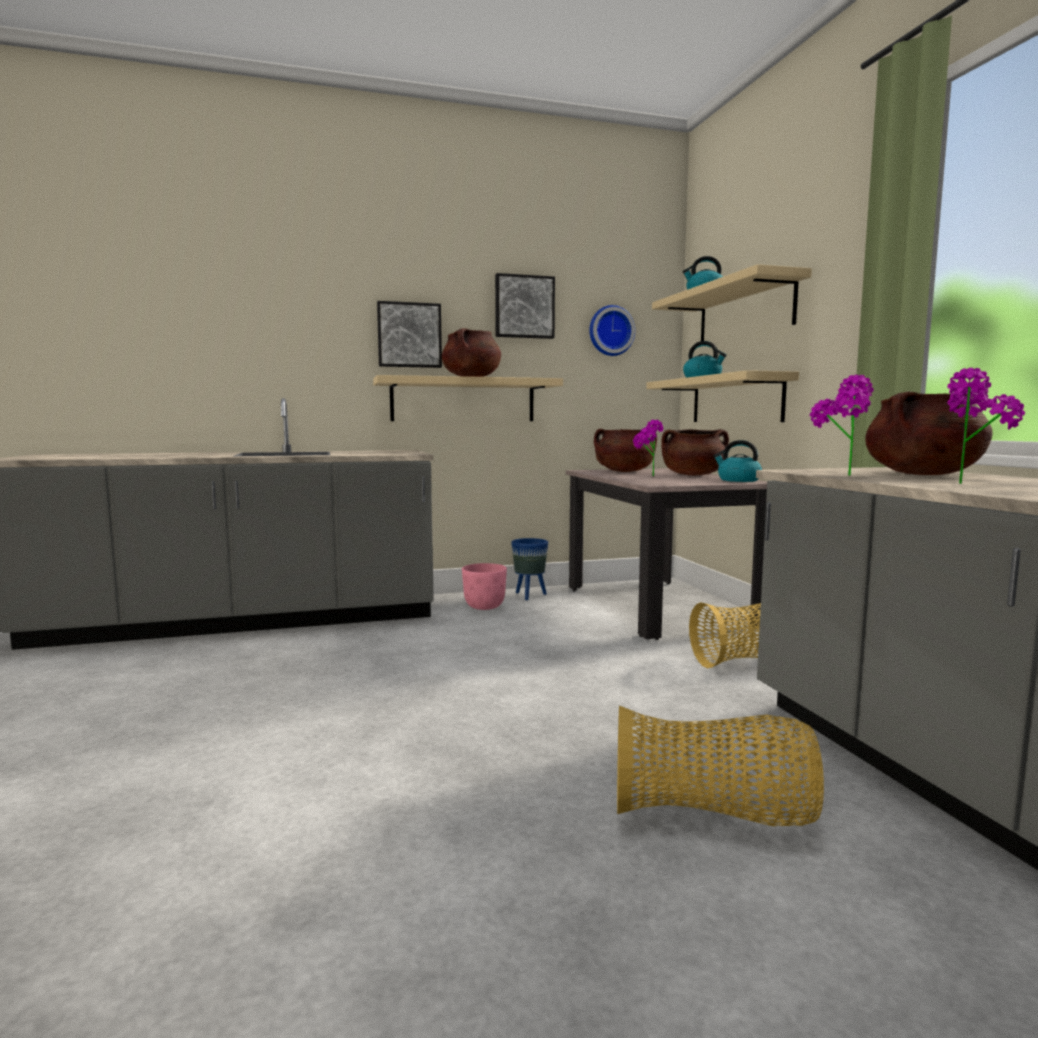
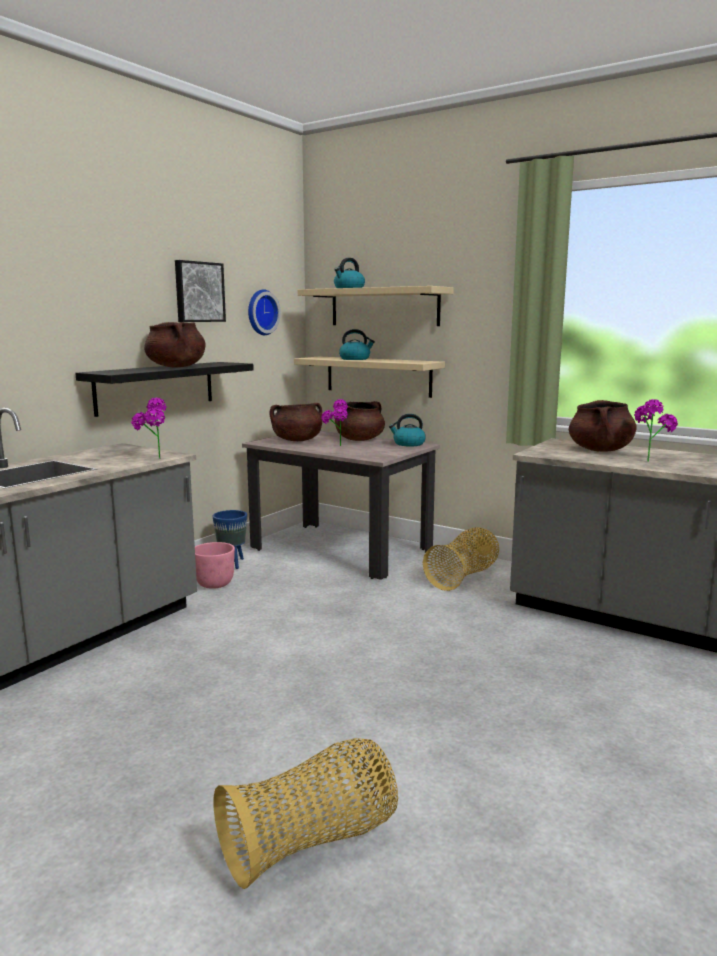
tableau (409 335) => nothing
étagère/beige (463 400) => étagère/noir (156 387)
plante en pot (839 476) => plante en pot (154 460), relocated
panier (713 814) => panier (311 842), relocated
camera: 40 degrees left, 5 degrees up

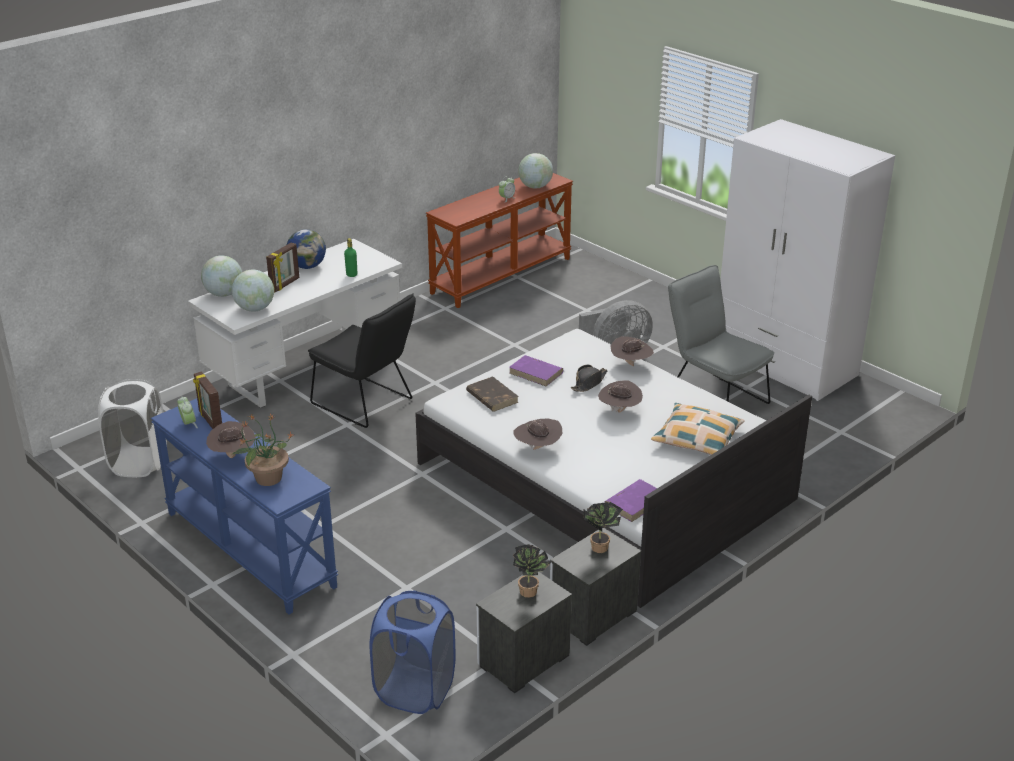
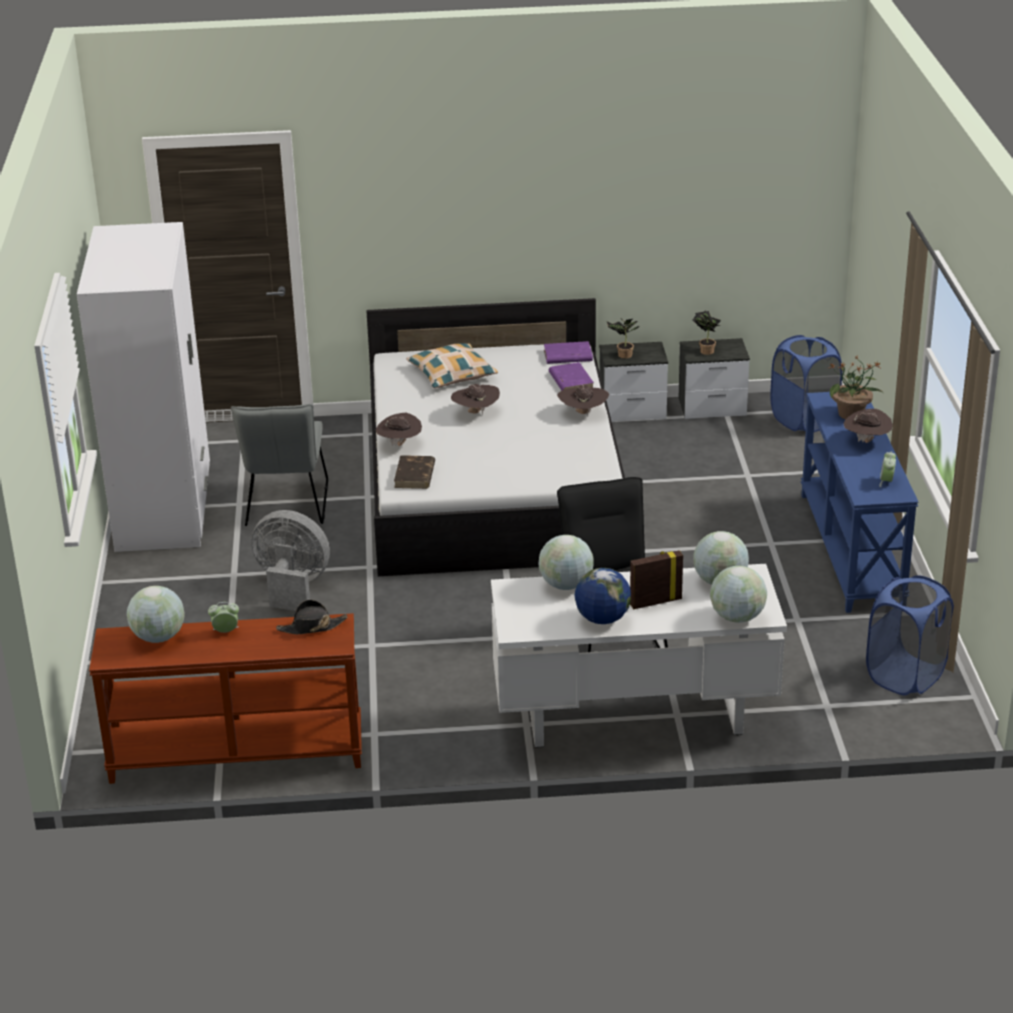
bouteille/vert (351 274) => globe (566 585)
livre/violet (536 373) => livre/violet (570 381), relocated
chapeau/noir (589 383) => chapeau/noir (312 627), relocated
cadre photo (210 421) => nothing
livre/marron (491 397) => livre/marron (414 475), relocated
panier à linge/blanc (139 462) => panier à linge/bleu (905 676)
camera: 140 degrees left, 0 degrees up

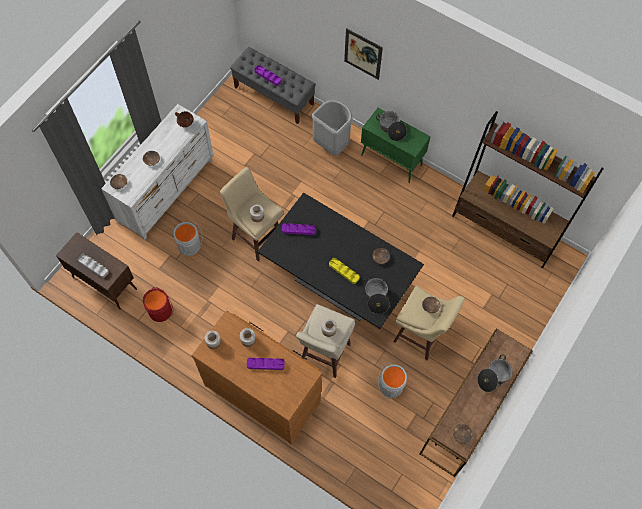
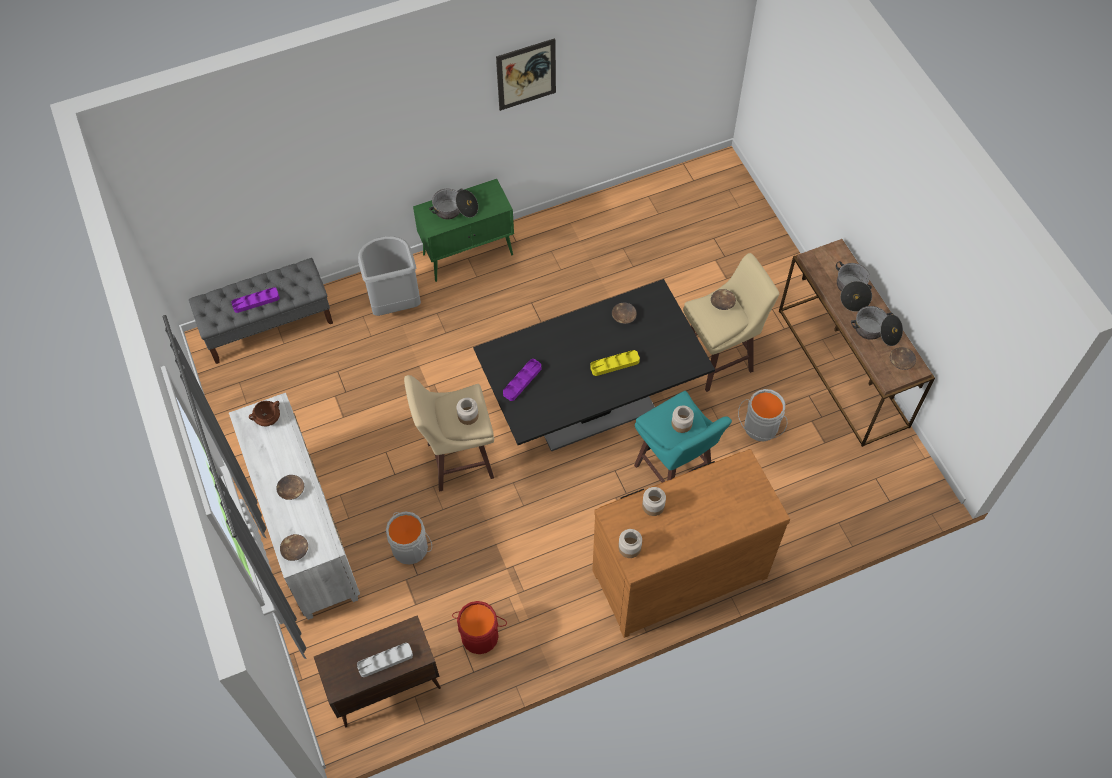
tableau (363 54) => tableau (526 74), relocated
bibliothèque/marron (504 230) => nothing
marmite (376 298) => marmite (876 331), relocated
tabouret/beige (324 354) => tabouret/turquoise (674 475)
plateau/violet (265 364) => nothing
camera: 55 degrees left, 5 degrees down

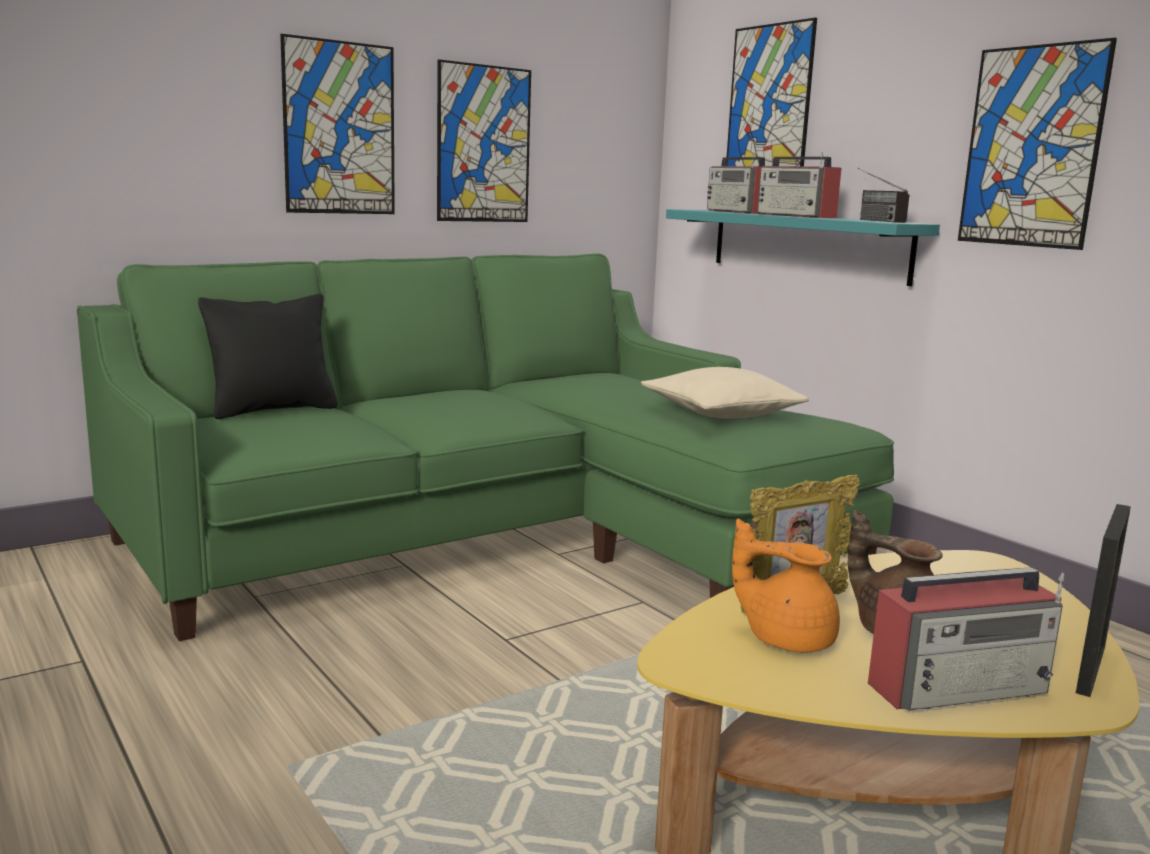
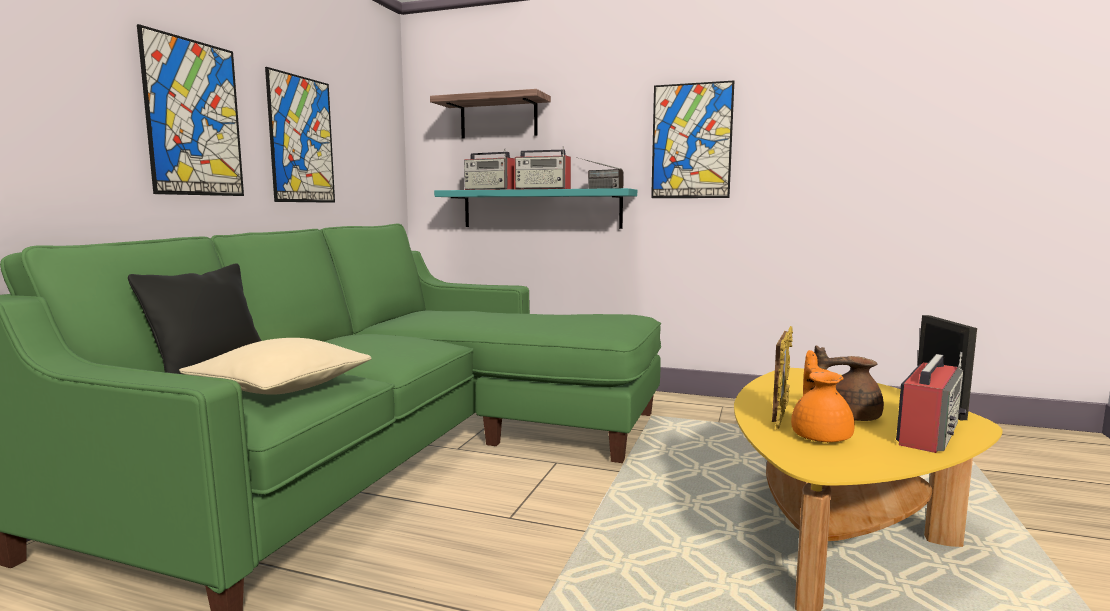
tableau (769 104) => étagère (498 118)
coussin/beige (721 413) => coussin/beige (281 387), relocated
théière/orange (786 638) => théière/orange (820 435), 105 degrees clockwise
camera: 35 degrees left, 5 degrees down

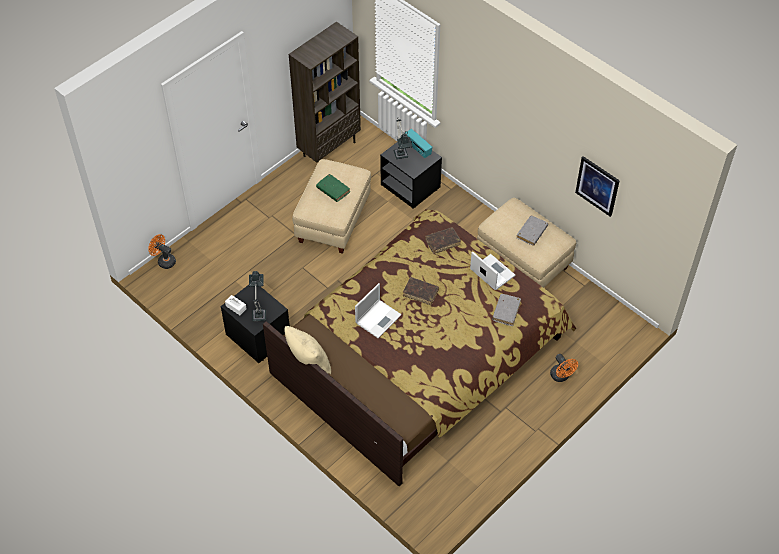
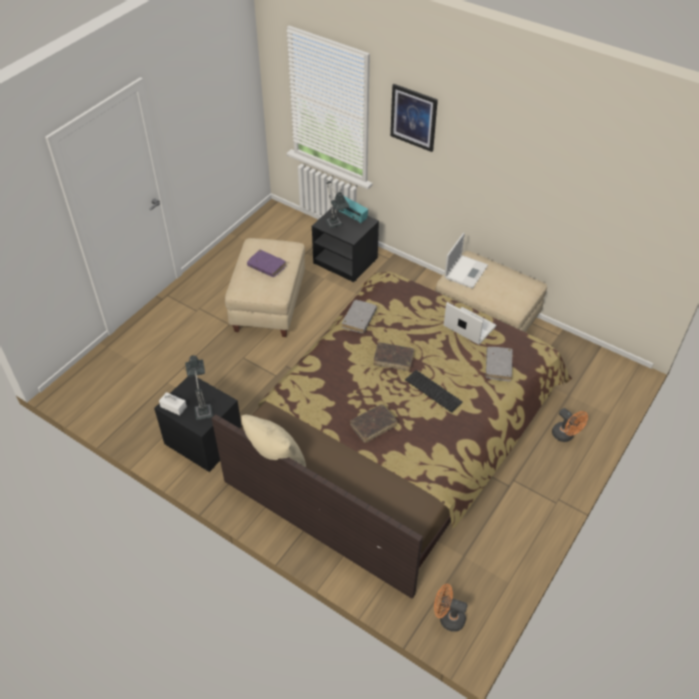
bibliothèque/marron (329 148) => nothing
tableau (597 186) => tableau (413 117), relocated
livre/vert (333 190) => livre/violet (266 266)
livre/gris (531 233) => livre/gris (359 319), relocated
livre/marron (442 242) => livre/marron (373 426), relocated
ventilateur/orange (164 261) => ventilateur/orange (448 618), relocated
ordinateur portable (378 318) => ordinateur portable (466 271), relocated
nothing => clavier (433 391)
camera: 10 degrees left, 5 degrees down

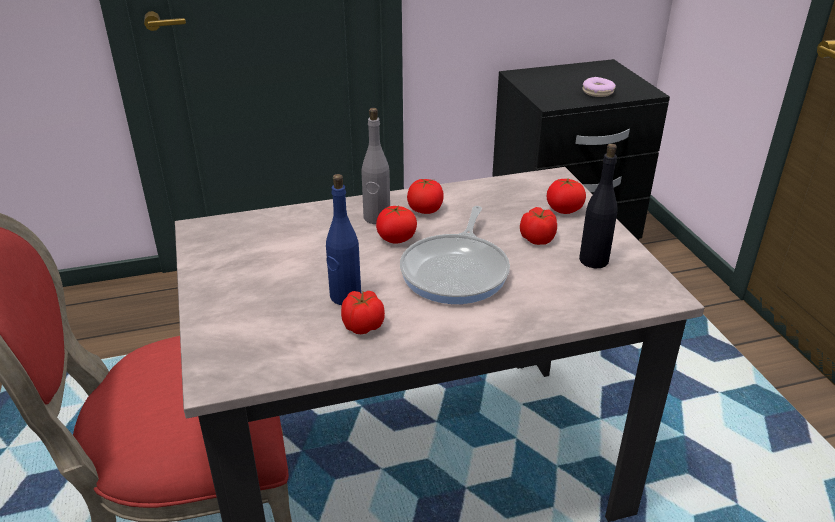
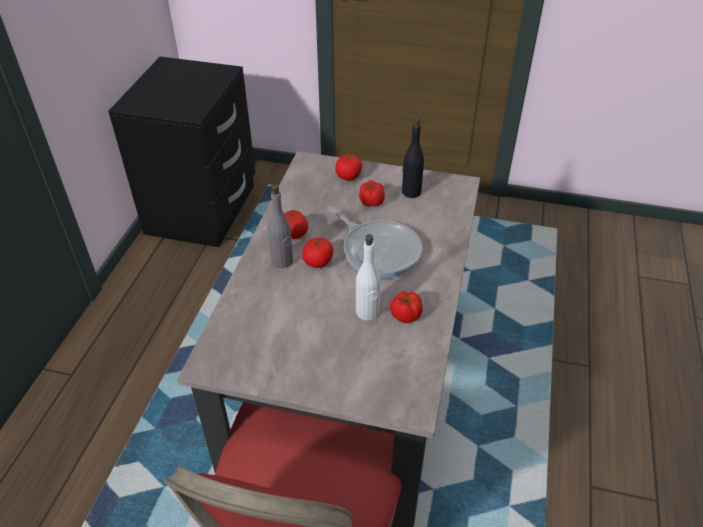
beignet (598 92) => nothing
bouteille/bleu (345 296) => bouteille/blanc (367 312)
camera: 60 degrees left, 10 degrees up

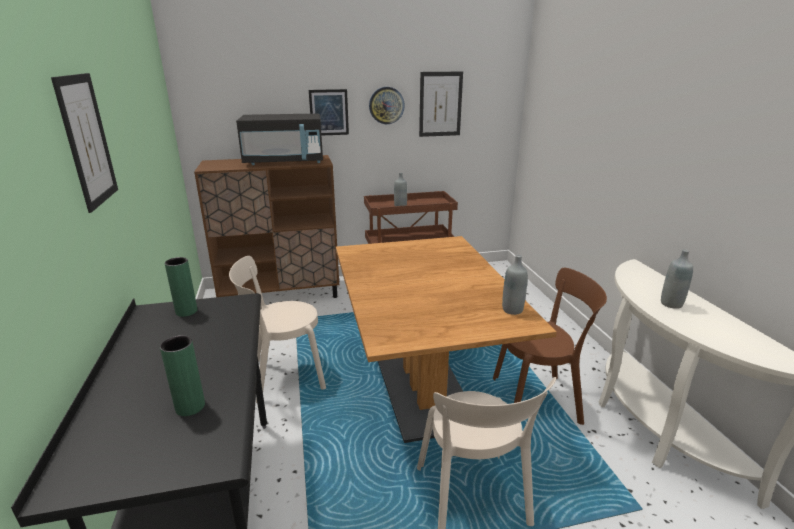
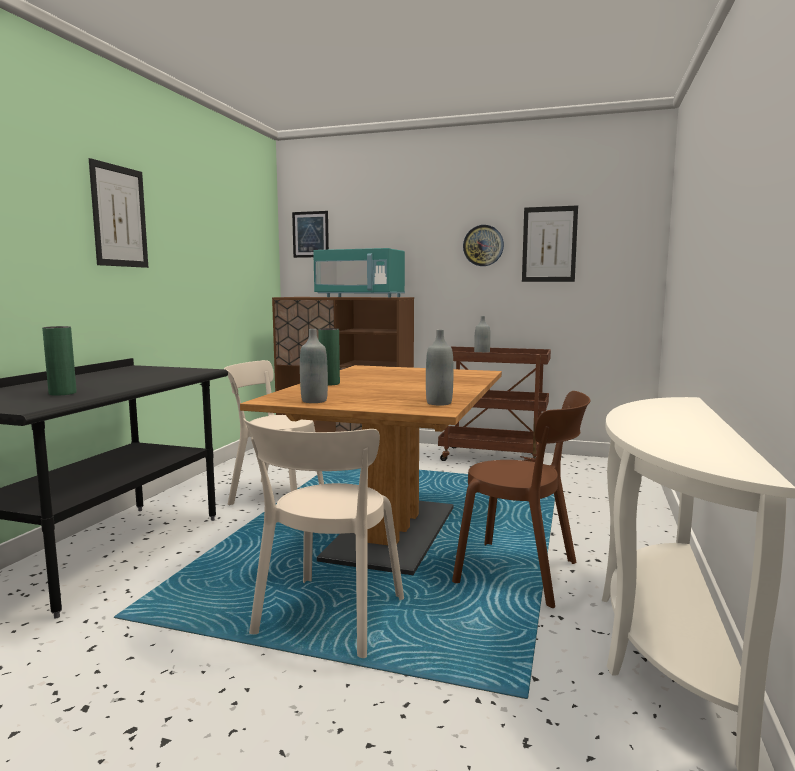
tableau (329 112) => tableau (310 234), relocated
micro-ondes/noir (285 162) => micro-ondes/turquoise (360 297)
bouteille/gris (671 304) => bouteille/gris (314 401), relocated
vase/vert (186 311) => vase/vert (329 384), relocated
camera: 30 degrees right, 15 degrees down

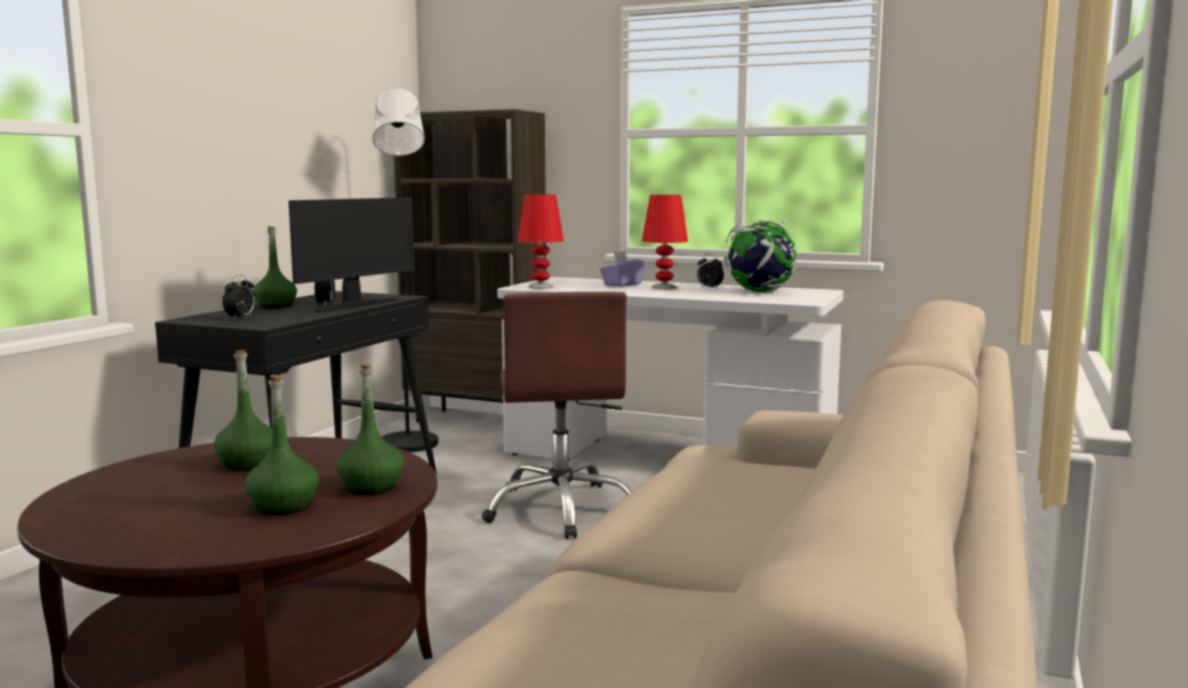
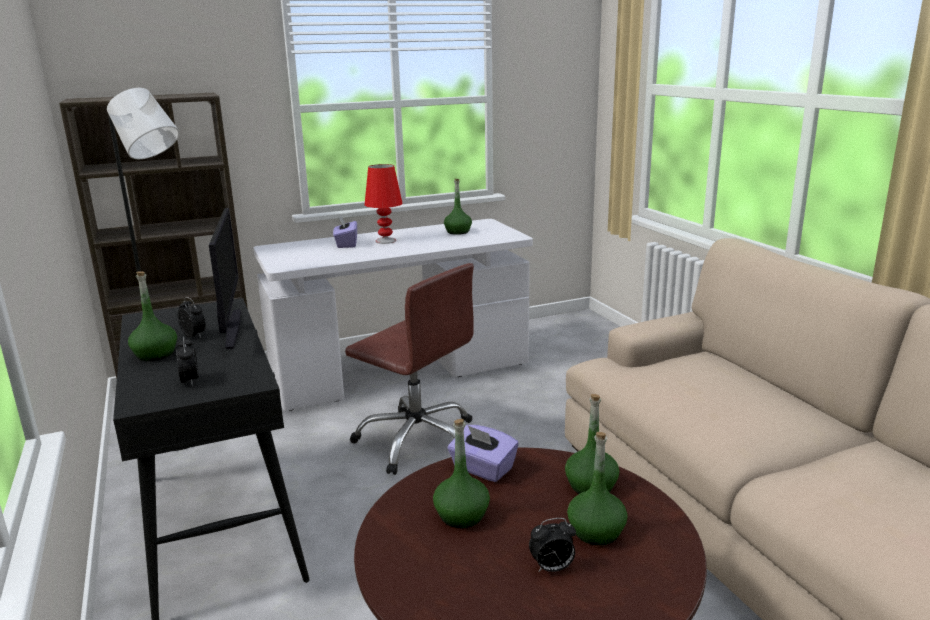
lampe de table/rouge (541 287) => nothing
globe (759 292) => bouteille/vert (458 232)
réveil (709 288) => réveil (552 568), relocated
nothing => boîte à mouchoirs/violet (482 469)
camera: 45 degrees left, 10 degrees up

